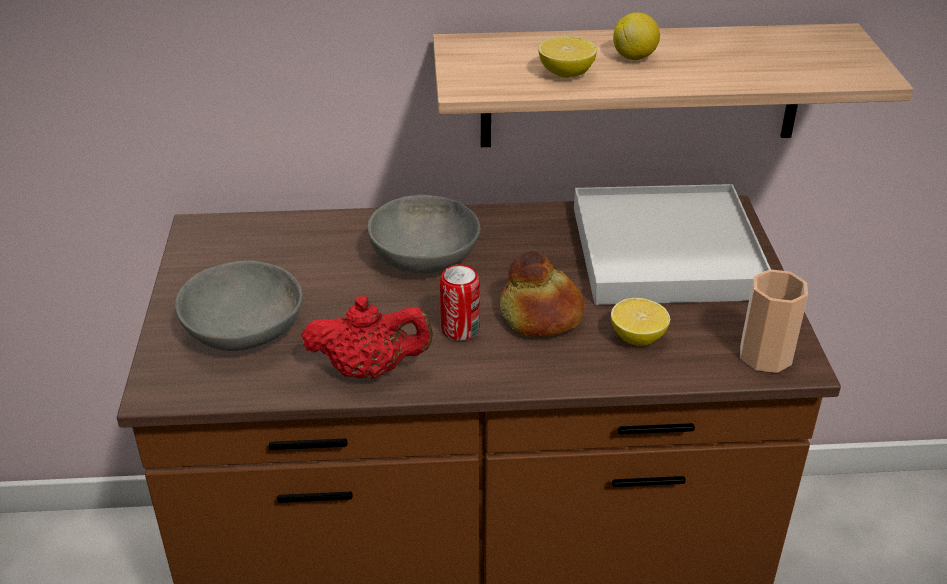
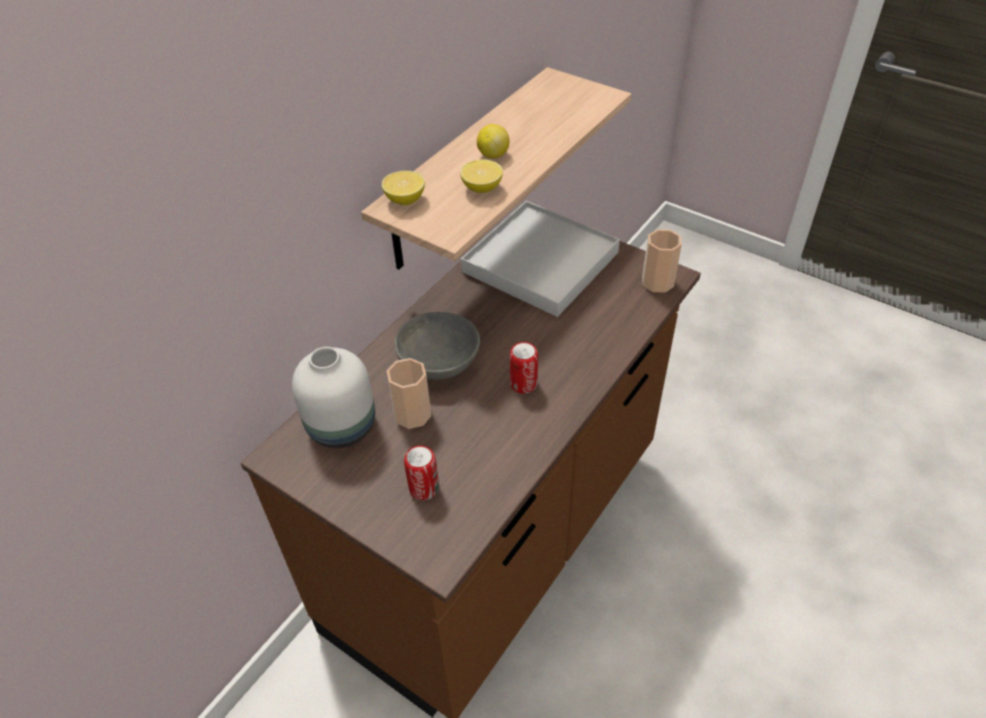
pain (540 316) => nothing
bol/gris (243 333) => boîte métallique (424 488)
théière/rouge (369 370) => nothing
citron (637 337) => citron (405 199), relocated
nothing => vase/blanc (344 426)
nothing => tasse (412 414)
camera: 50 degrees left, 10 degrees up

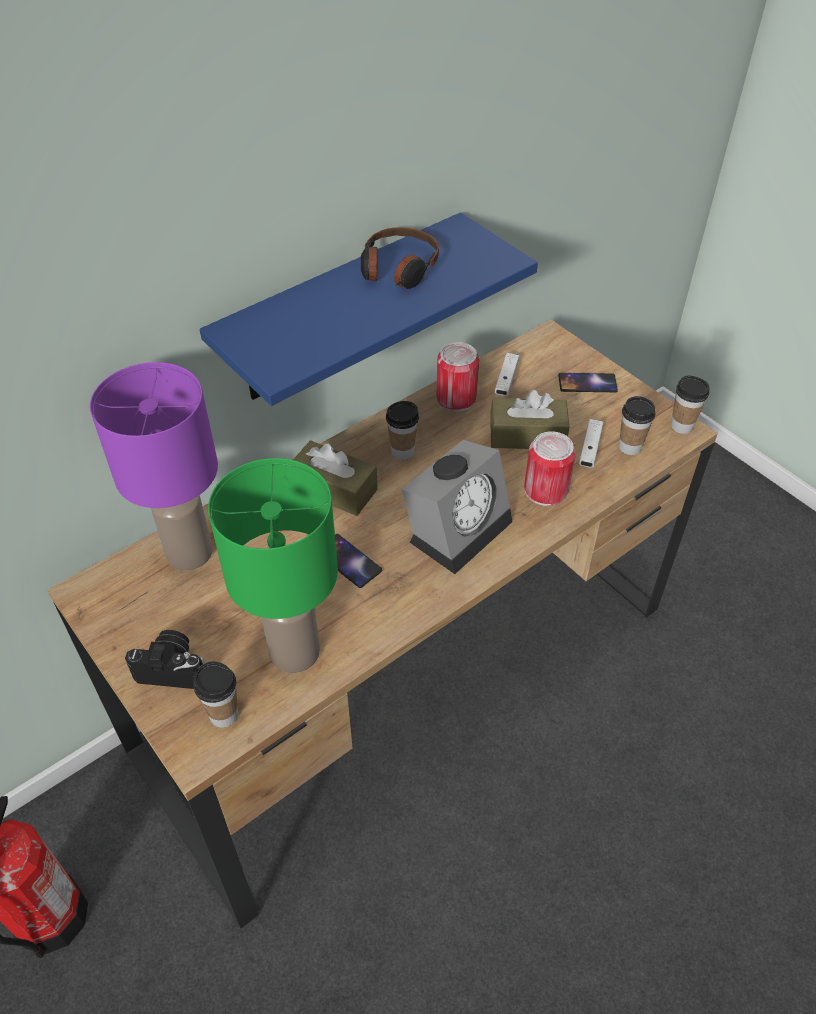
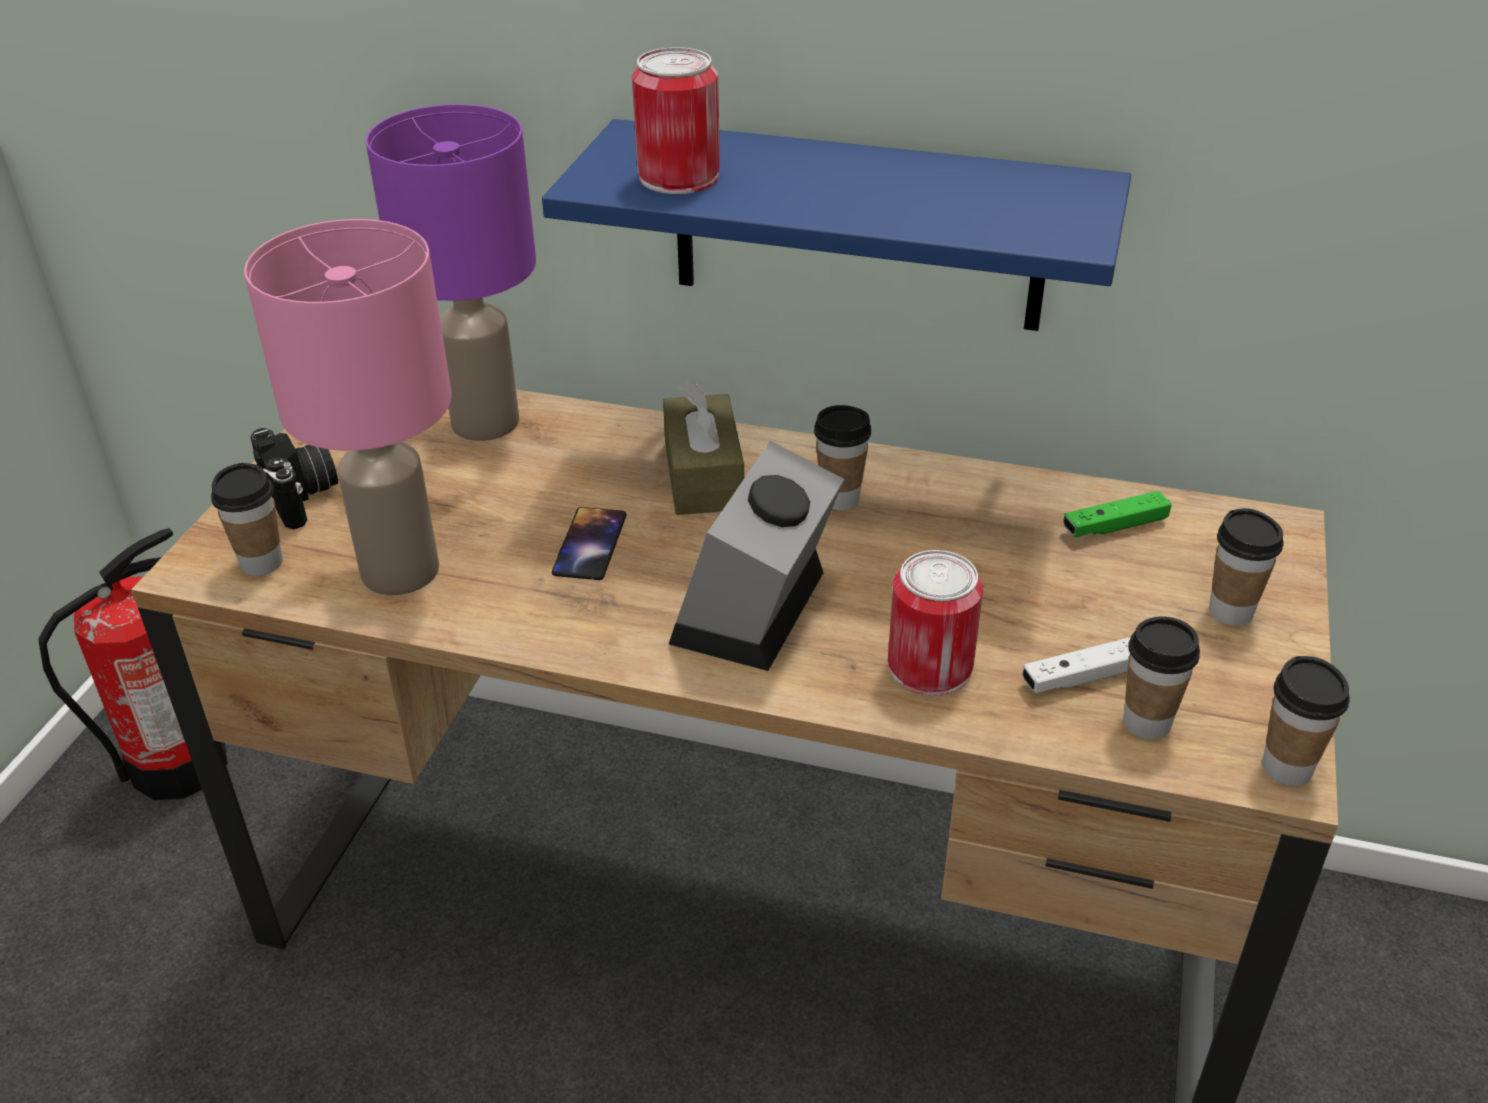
casque audio (398 269) => nothing
boîte métallique (456 398) => boîte métallique (678 177), relocated
manette/blanc (506 380) => manette/vert (1115 526)
téléphone (587 383) => tasse (1230 611)
boîte à mouchoirs/marron (527 435) => nothing
réveil (459 527) => réveil (755 613), 105 degrees clockwise
lampe de table/vert (293 650) => lampe de table/rose (401 569)
camera: 55 degrees right, 10 degrees down

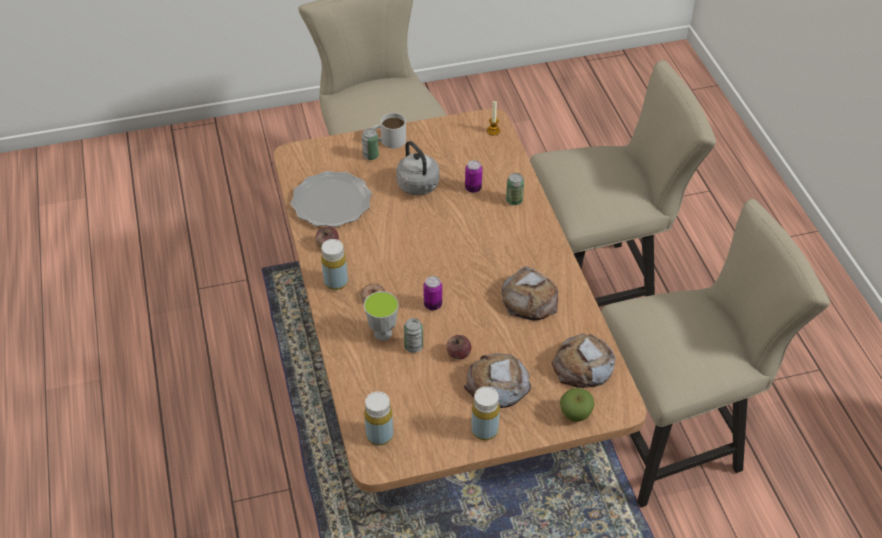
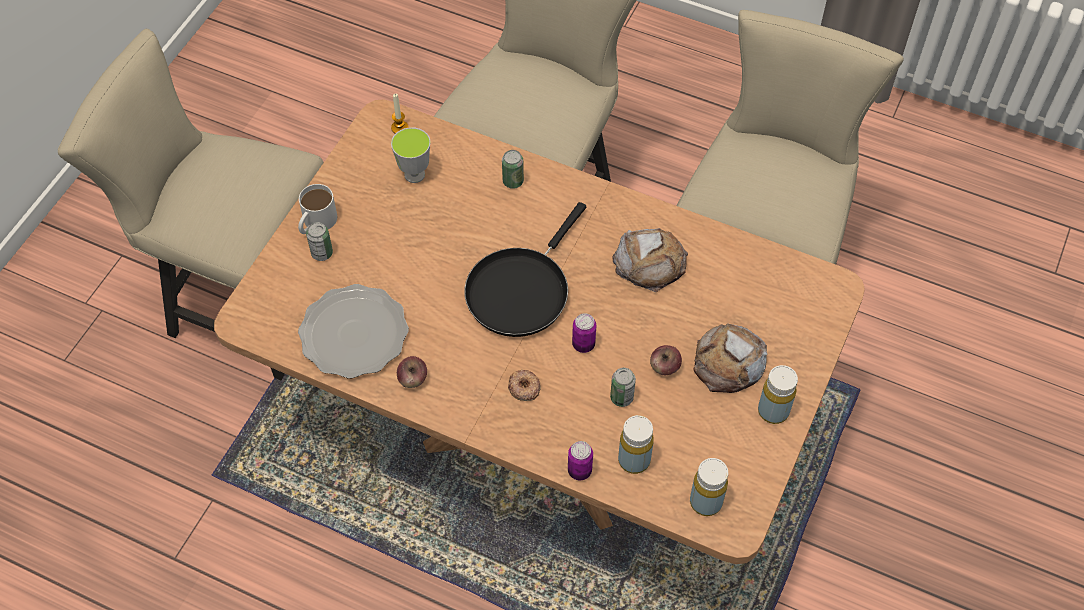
bouilloire/gris (419 187) => nothing
boîte métallique (473 188) => boîte métallique (579 471), relocated
bouteille/jaune (336 282) => bouteille/jaune (634 460), relocated
tasse (382 333) => tasse (414 174), relocated
pain (583 365) => nothing
pomme (575 415) => nothing
nothing => poêle/noir (521 290)
camera: 50 degrees left, 10 degrees up

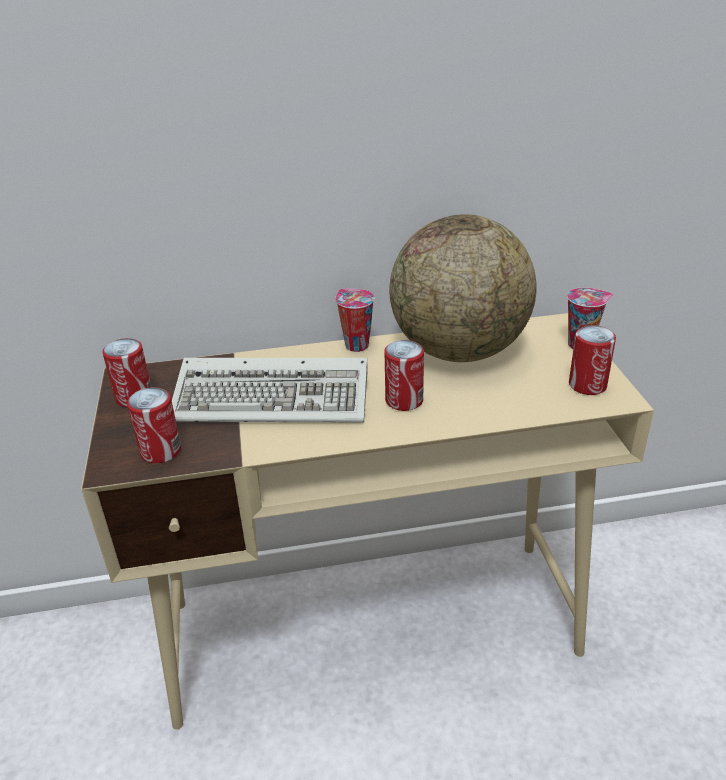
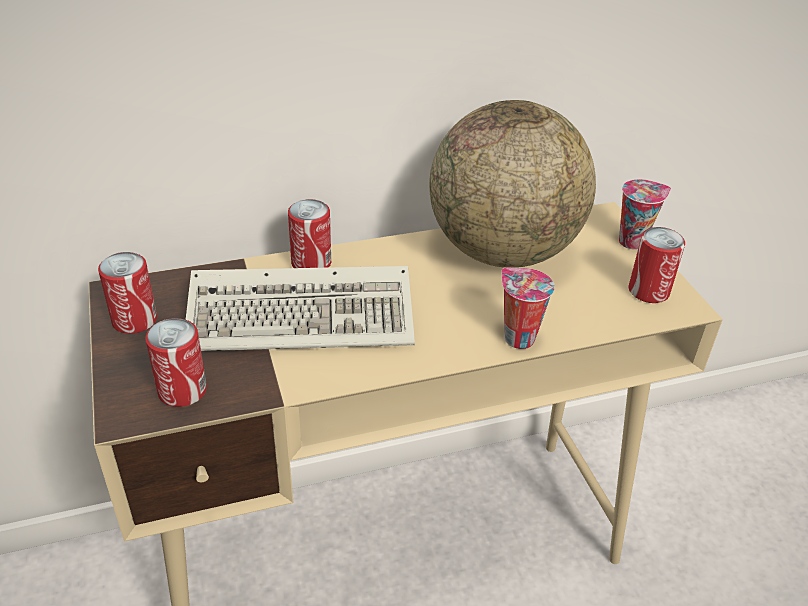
tasse (355 345) => tasse (517 338), relocated
boîte métallique (404 400) => boîte métallique (311 263), relocated
camera: 10 degrees left, 5 degrees up

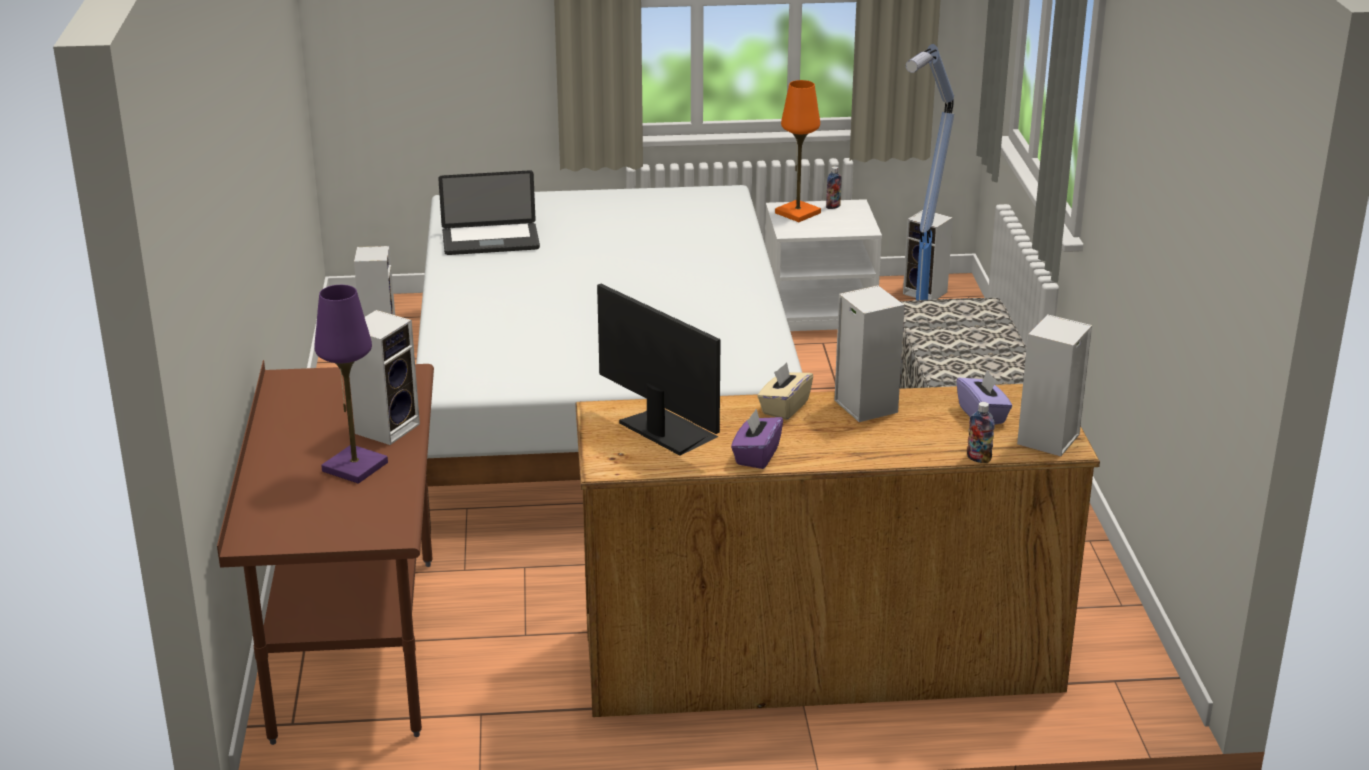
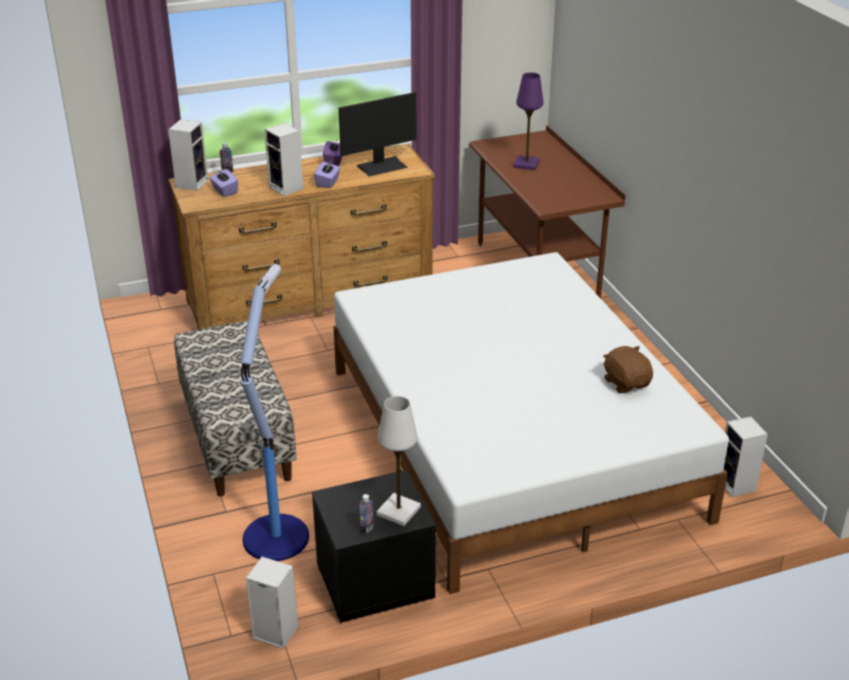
lampe de table/orange (797 213) => lampe de table/blanc (398 511)
ordinateur portable (490 241) => peluche/marron (626 383)
table de chevet/blanc (820 311) => table de chevet/noir (374 582)
écran d'ordinateur (666 430) => écran d'ordinateur (382 166), 60 degrees counterclockwise
enceinte (388 427) => nothing
boîte à mouchoirs/beige (784 407) => boîte à mouchoirs/violet (328 182)
camera: 165 degrees right, 5 degrees up

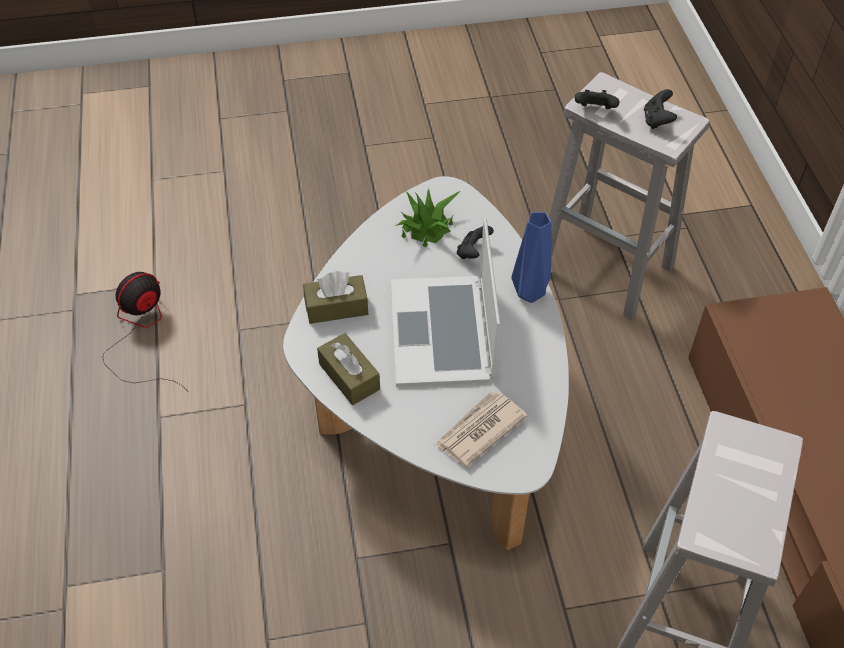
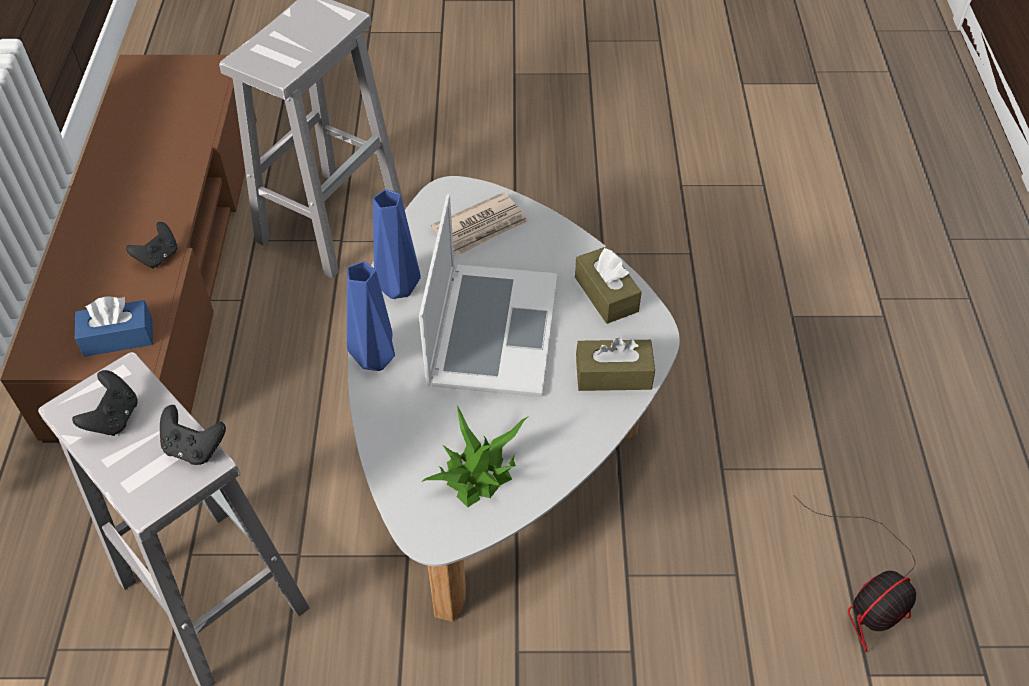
manette/noir (473 252) => manette/noir (158 257), relocated
nothing => vase/bleu (399 287)
nothing => boîte à mouchoirs/bleu (118 337)
camera: 170 degrees left, 0 degrees up

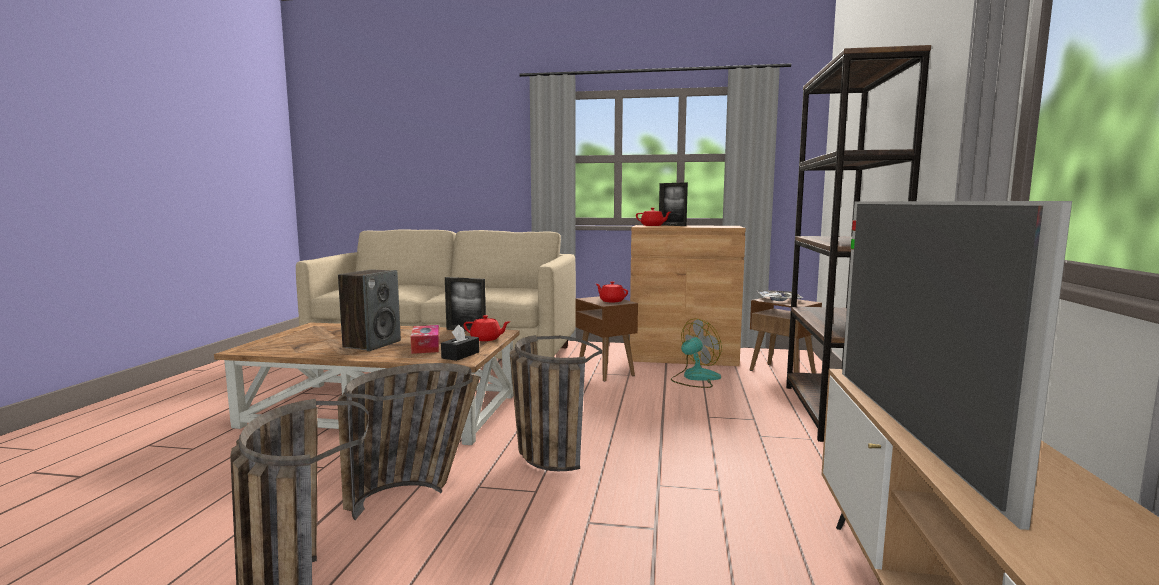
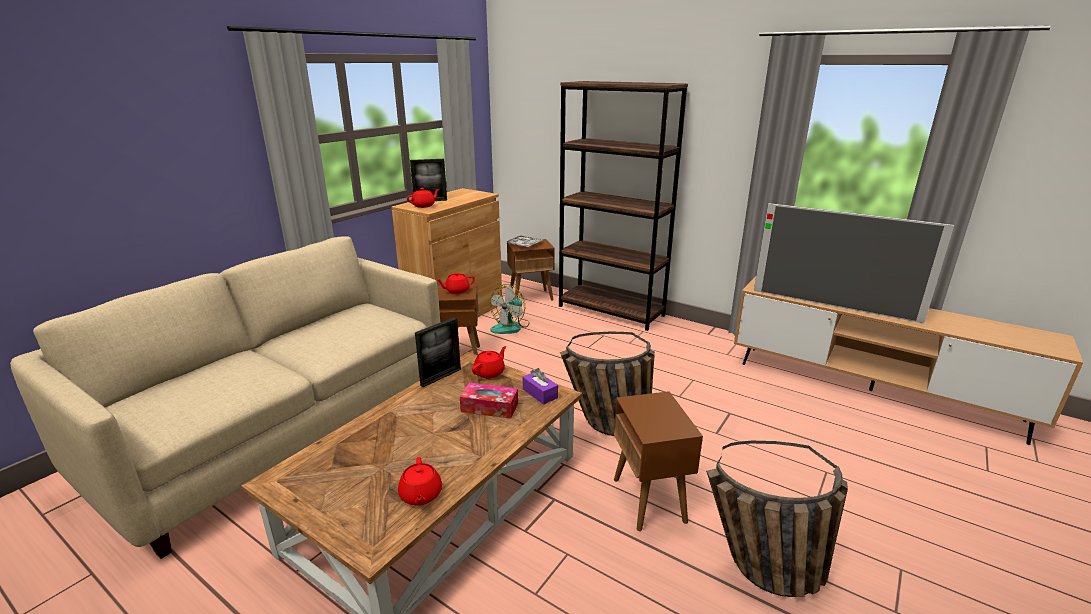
enceinte (372 344) => nothing
ventilateur (695 378) => ventilateur (511 327), 135 degrees counterclockwise
boîte à mouchoirs/noir (460 355) => boîte à mouchoirs/violet (540 393)
panier (413 494) => table d'appoint/marron (649 501)
nothing => théière/rouge (420 495)
camera: 65 degrees left, 15 degrees up

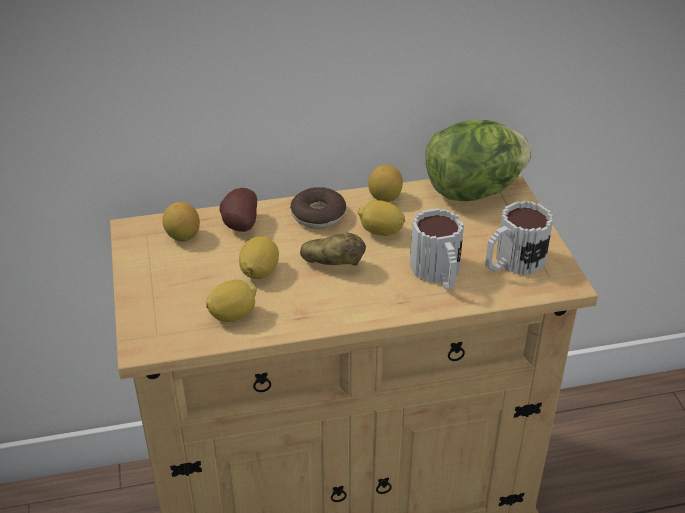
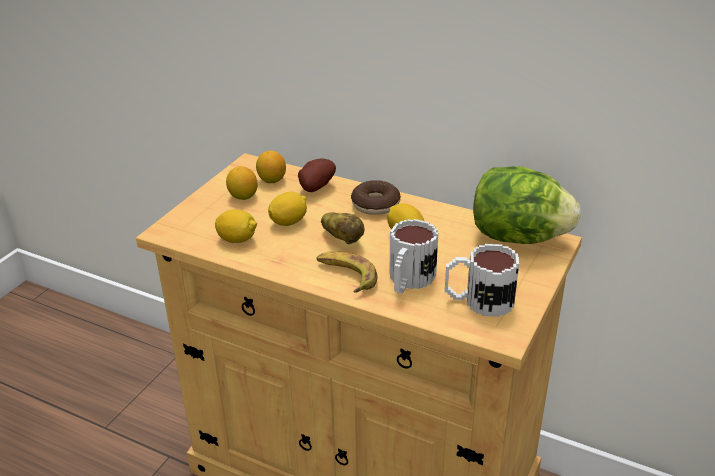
citron (385 198) => citron (243 196), relocated
nothing => banane (346 275)
camera: 40 degrees right, 5 degrees down

